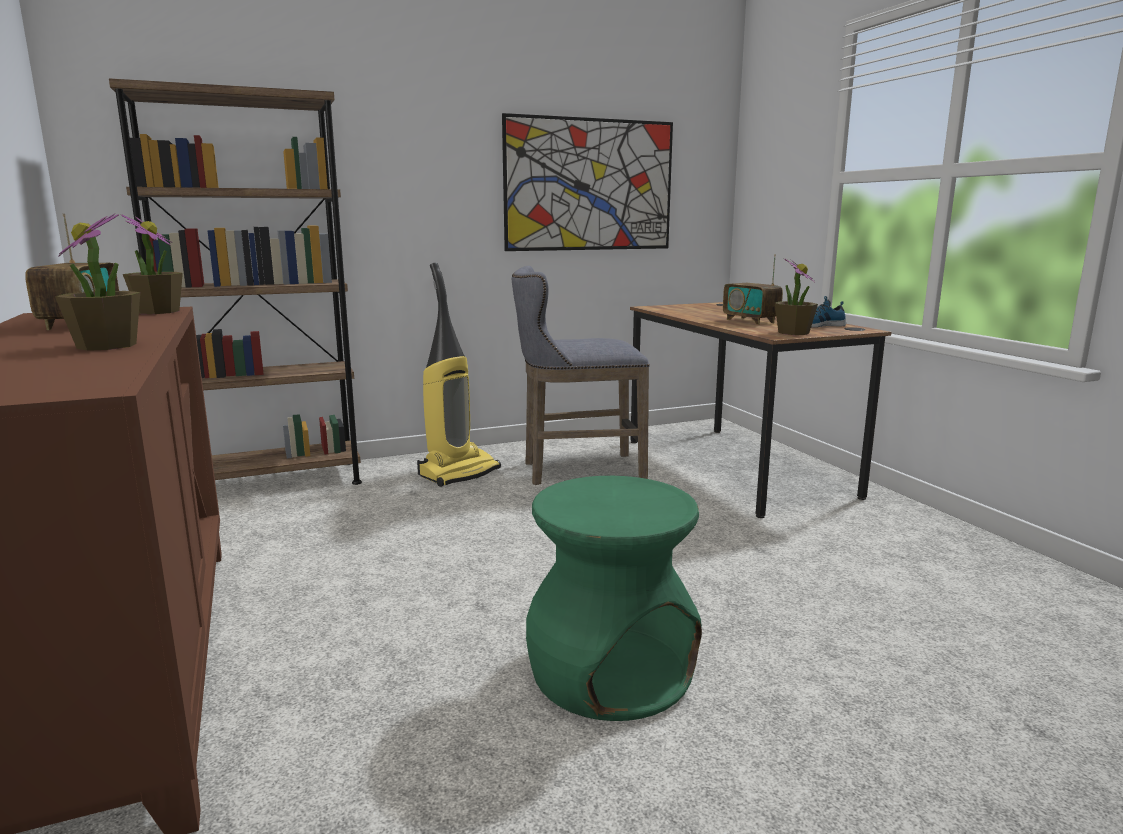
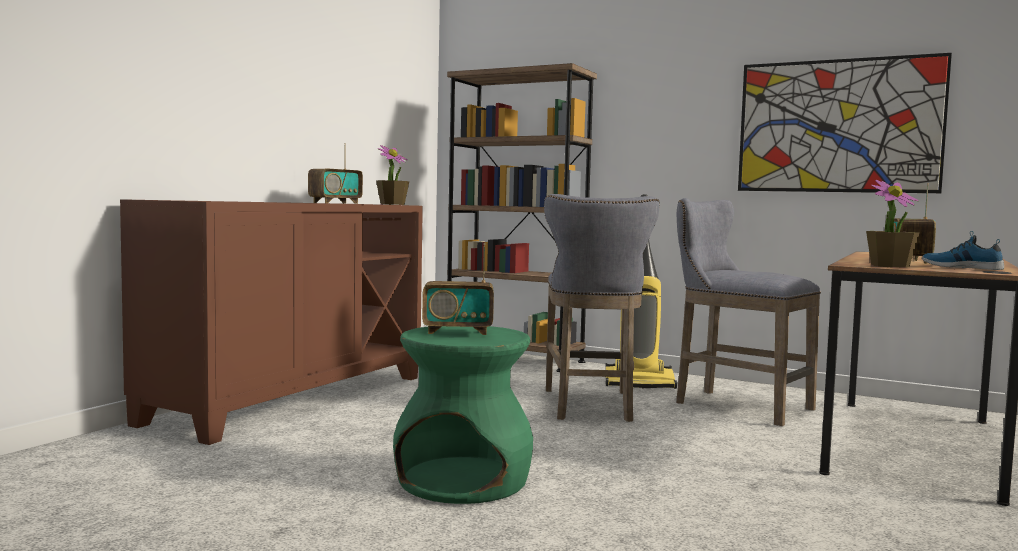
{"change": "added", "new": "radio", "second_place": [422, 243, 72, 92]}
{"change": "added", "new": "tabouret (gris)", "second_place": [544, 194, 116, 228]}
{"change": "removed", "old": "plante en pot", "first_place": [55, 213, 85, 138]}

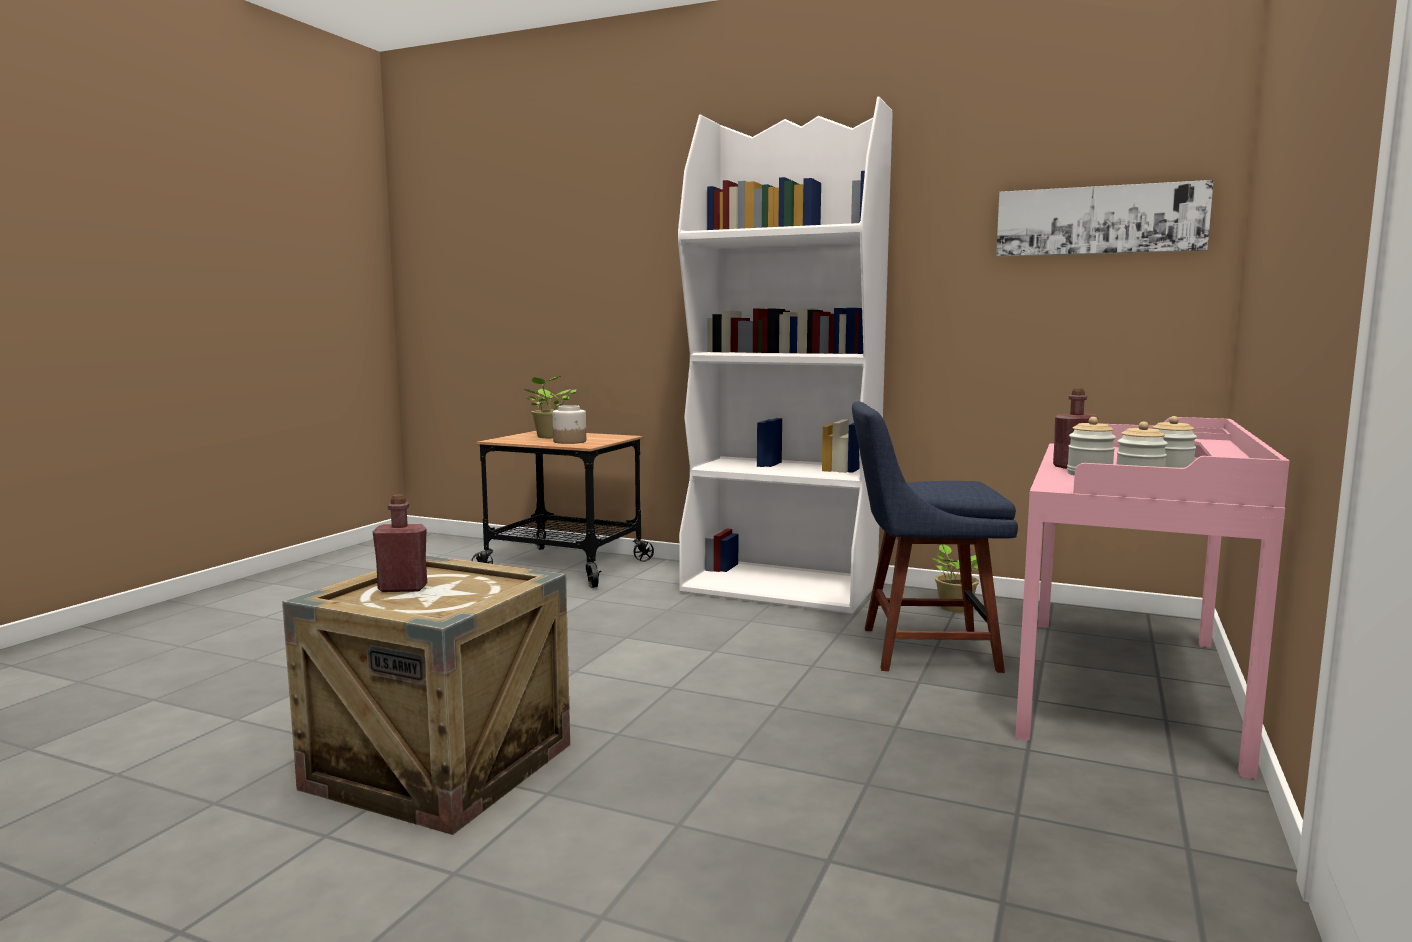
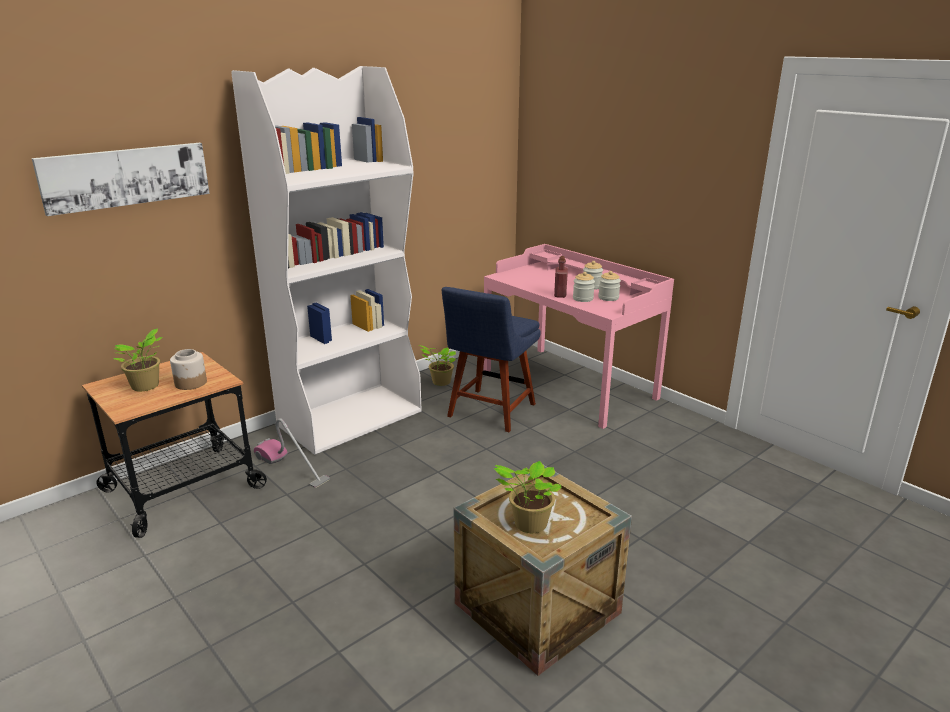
{"change": "moved", "old": "tableau", "first_place": [996, 180, 218, 77], "second_place": [32, 143, 178, 73]}
{"change": "added", "new": "aspirateur", "second_place": [254, 418, 76, 70]}
{"change": "replaced", "old": "bouteille (rouge)", "new": "plante en pot", "first_place": [372, 494, 55, 98], "second_place": [493, 461, 68, 72]}

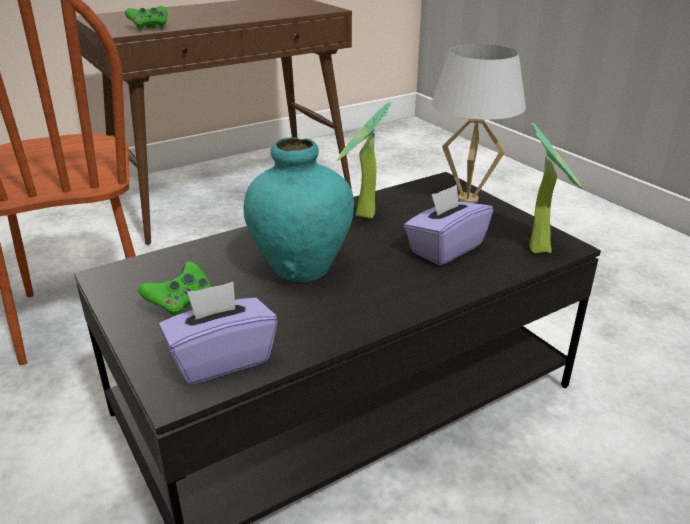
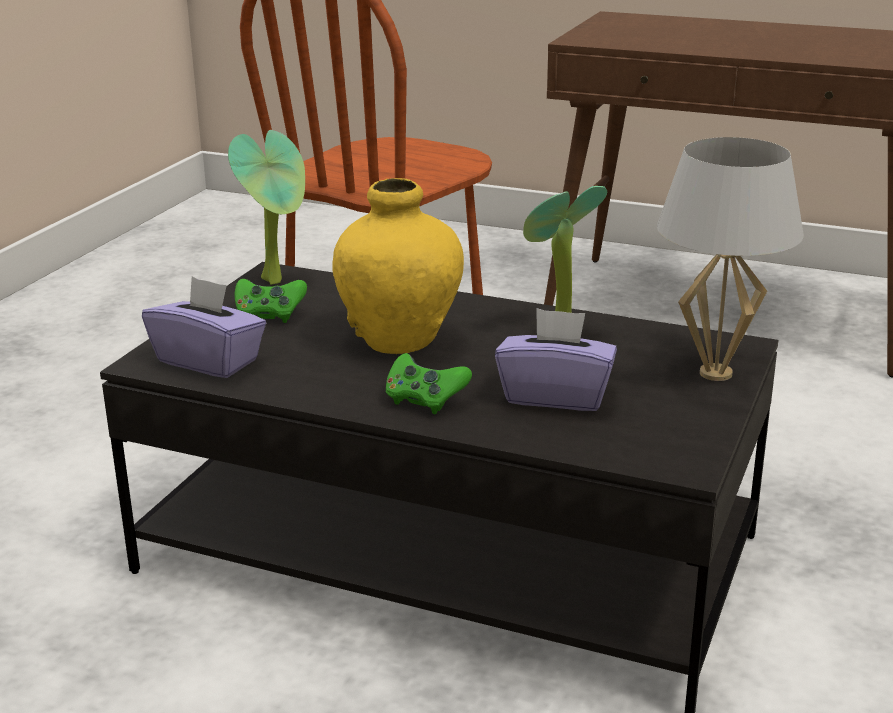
{"change": "moved", "old": "plante en pot", "first_place": [529, 123, 53, 130], "second_place": [228, 130, 77, 155]}
{"change": "recoloured", "old": "vase (turquoise)", "new": "vase (jaune)", "first_place": [244, 137, 110, 146], "second_place": [332, 178, 132, 176]}
{"change": "moved", "old": "manette (vert)", "first_place": [125, 6, 43, 24], "second_place": [386, 353, 86, 61]}

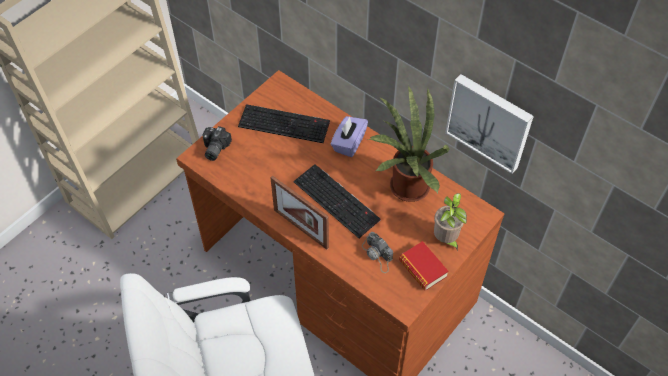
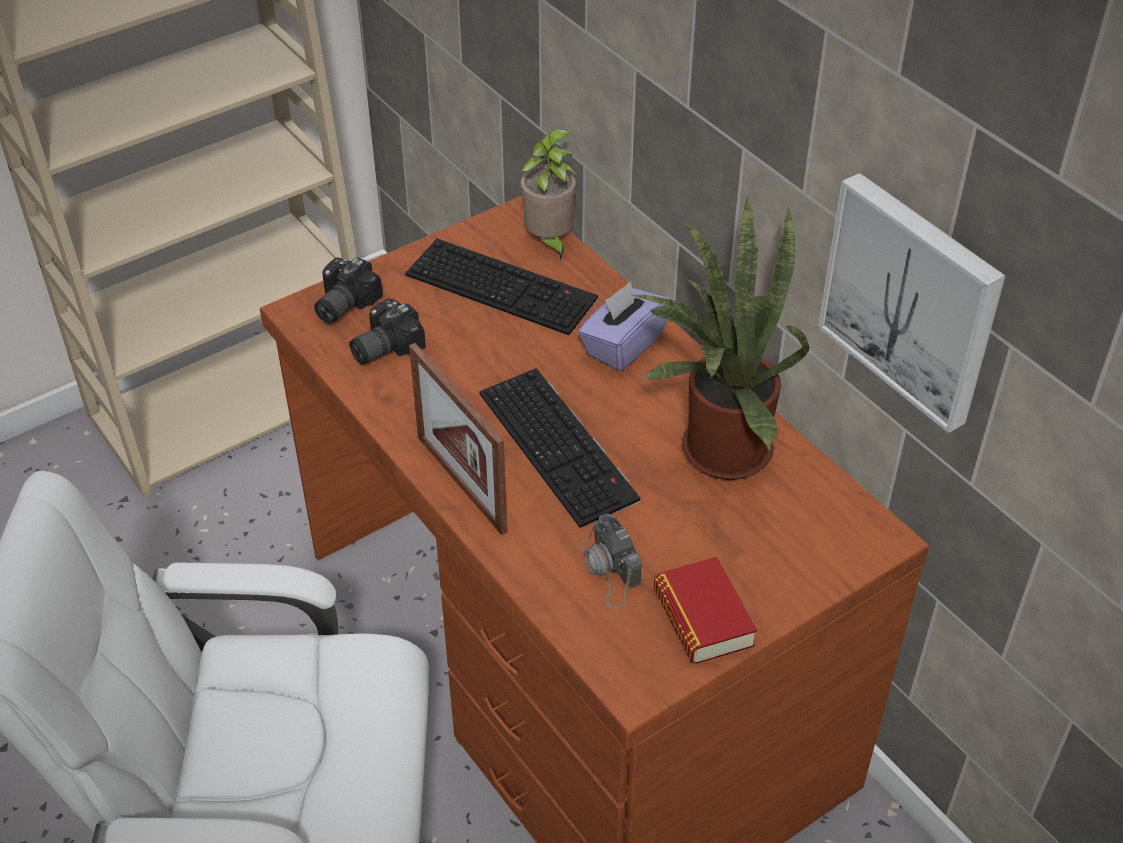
{"change": "added", "new": "appareil photo", "second_place": [349, 299, 77, 65]}
{"change": "moved", "old": "plante en pot", "first_place": [434, 193, 33, 57], "second_place": [520, 129, 58, 131]}

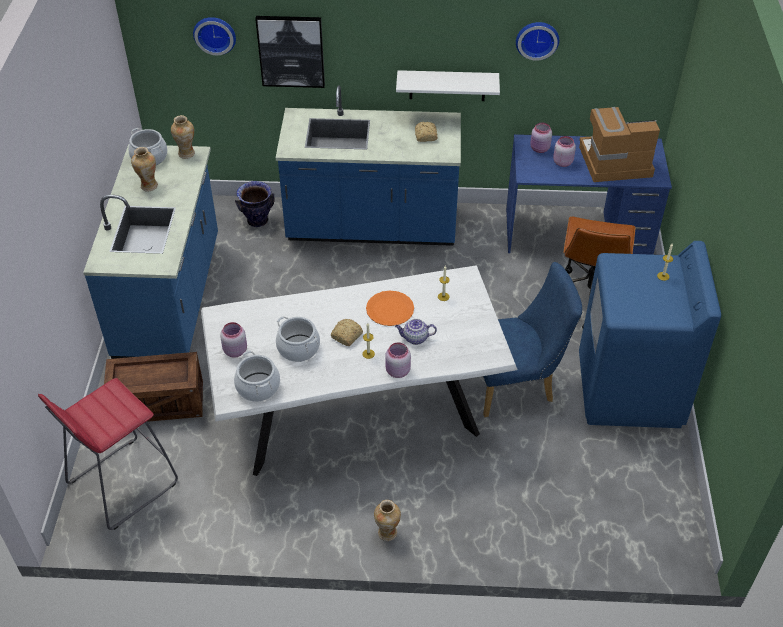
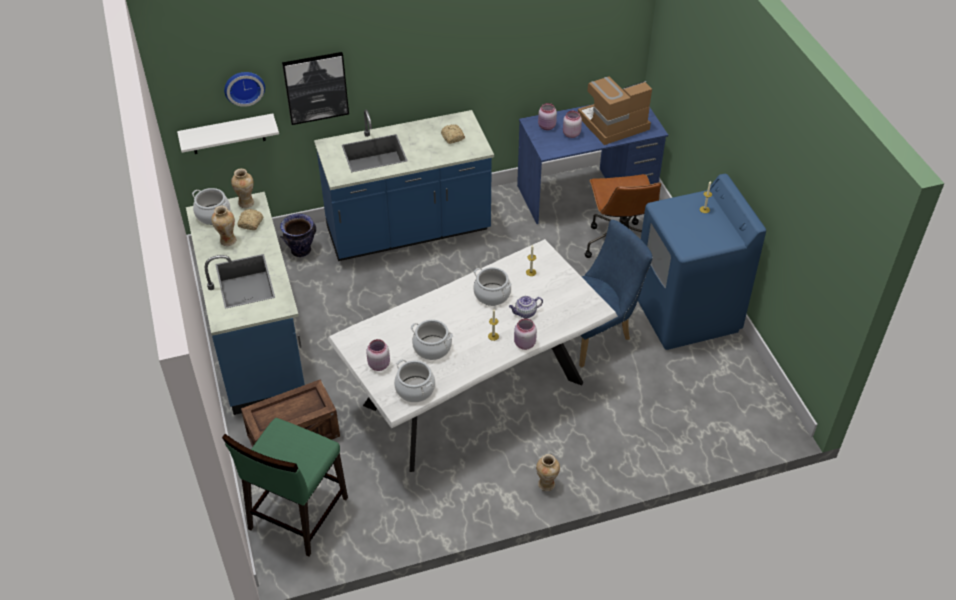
{"change": "moved", "old": "étagère (blanc)", "first_place": [396, 70, 104, 31], "second_place": [177, 113, 102, 41]}
{"change": "replaced", "old": "tabouret (rouge)", "new": "chaise (vert)", "first_place": [38, 378, 140, 152], "second_place": [222, 418, 126, 138]}
{"change": "moved", "old": "pain", "first_place": [331, 319, 32, 27], "second_place": [238, 209, 25, 21]}
{"change": "replaced", "old": "assiette (orange)", "new": "marmite", "first_place": [366, 291, 48, 35], "second_place": [473, 267, 38, 39]}
{"change": "removed", "old": "horloge murale", "first_place": [516, 22, 43, 39]}

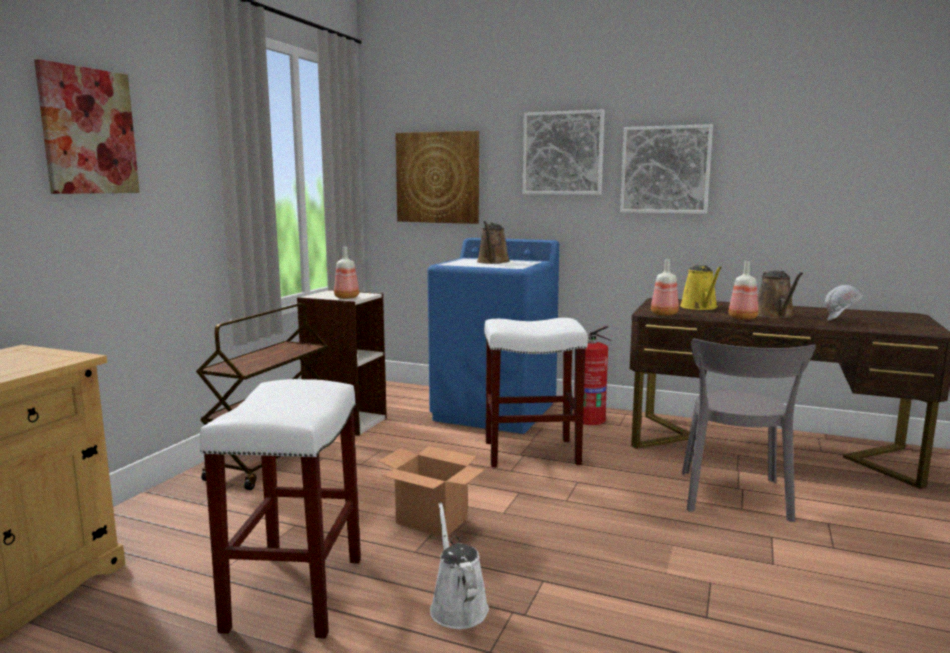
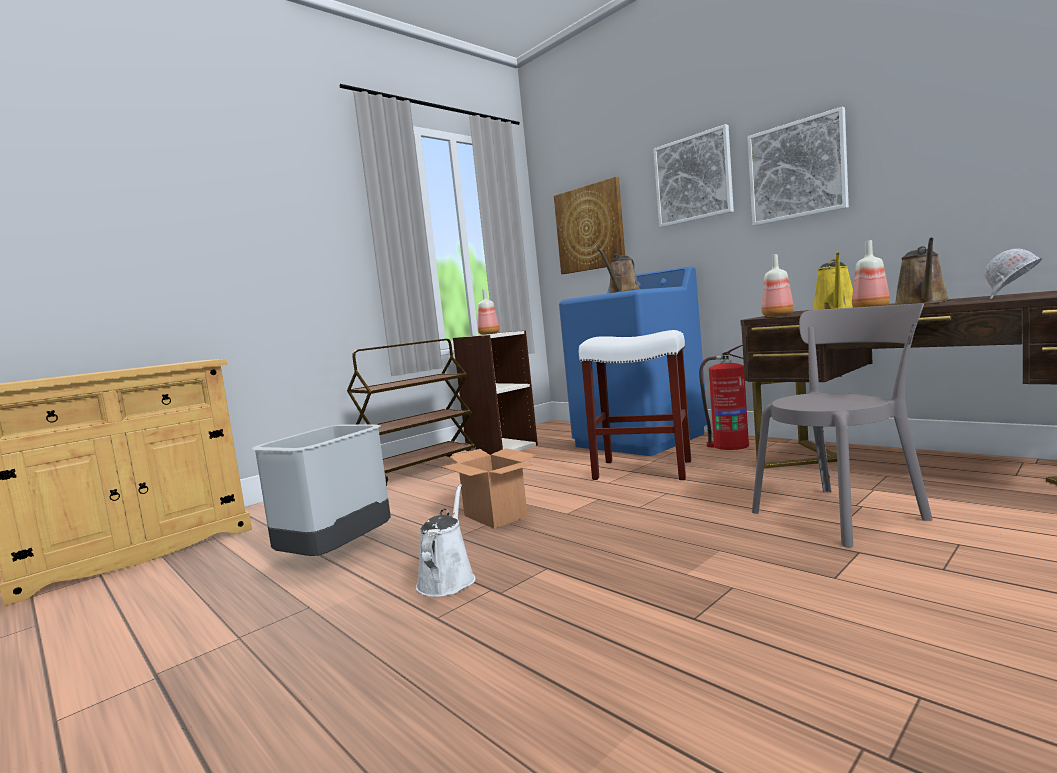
{"change": "replaced", "old": "tabouret (blanc)", "new": "poubelle (gris)", "first_place": [200, 379, 161, 259], "second_place": [251, 424, 140, 132]}
{"change": "turned", "old": "chaise (gris)", "first_place": [682, 339, 134, 183], "second_place": [752, 303, 181, 245], "degrees": -150}
{"change": "removed", "old": "tableau", "first_place": [34, 59, 106, 135]}

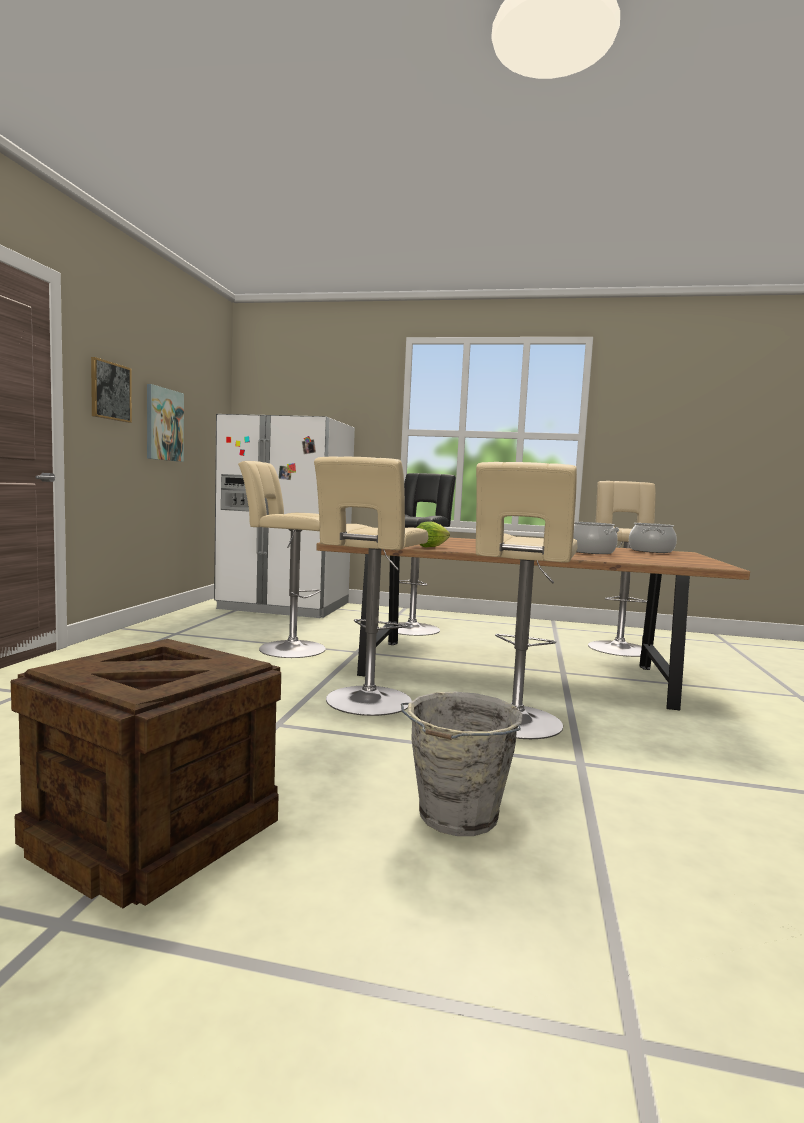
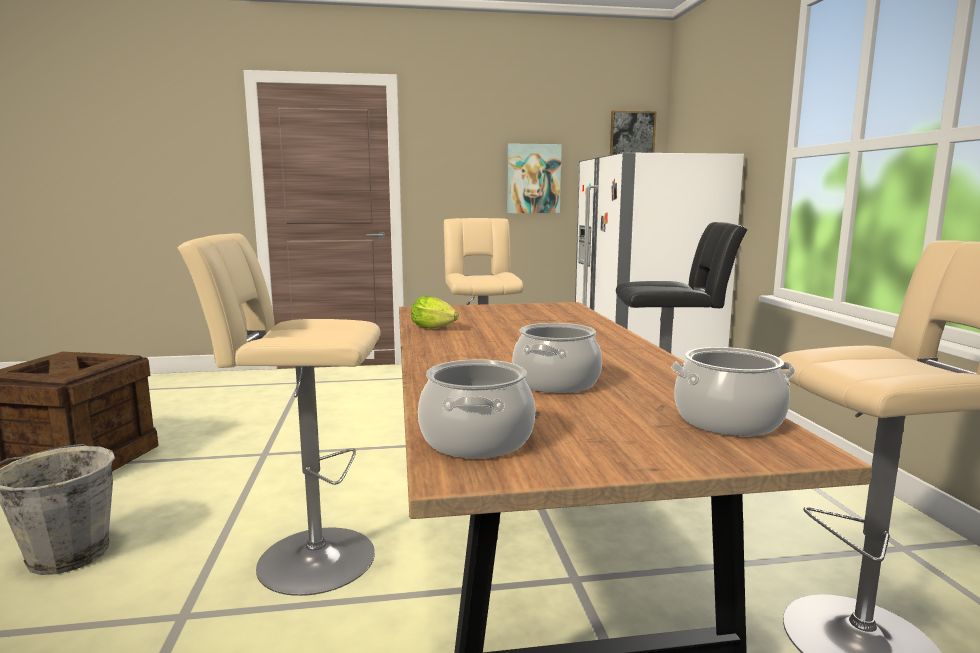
{"change": "added", "new": "marmite", "second_place": [418, 359, 117, 99]}
{"change": "moved", "old": "tableau", "first_place": [91, 357, 41, 66], "second_place": [610, 111, 47, 44]}
{"change": "removed", "old": "tabouret (beige)", "first_place": [314, 456, 114, 260]}

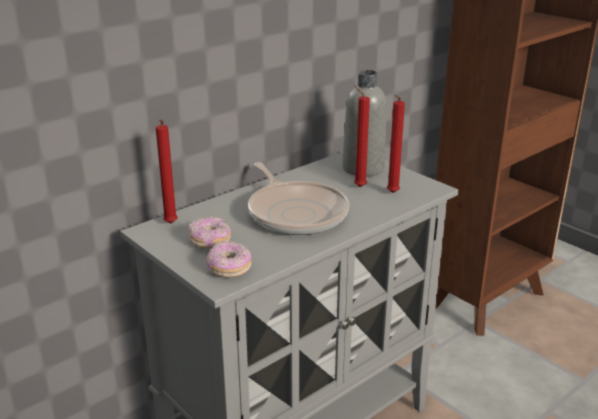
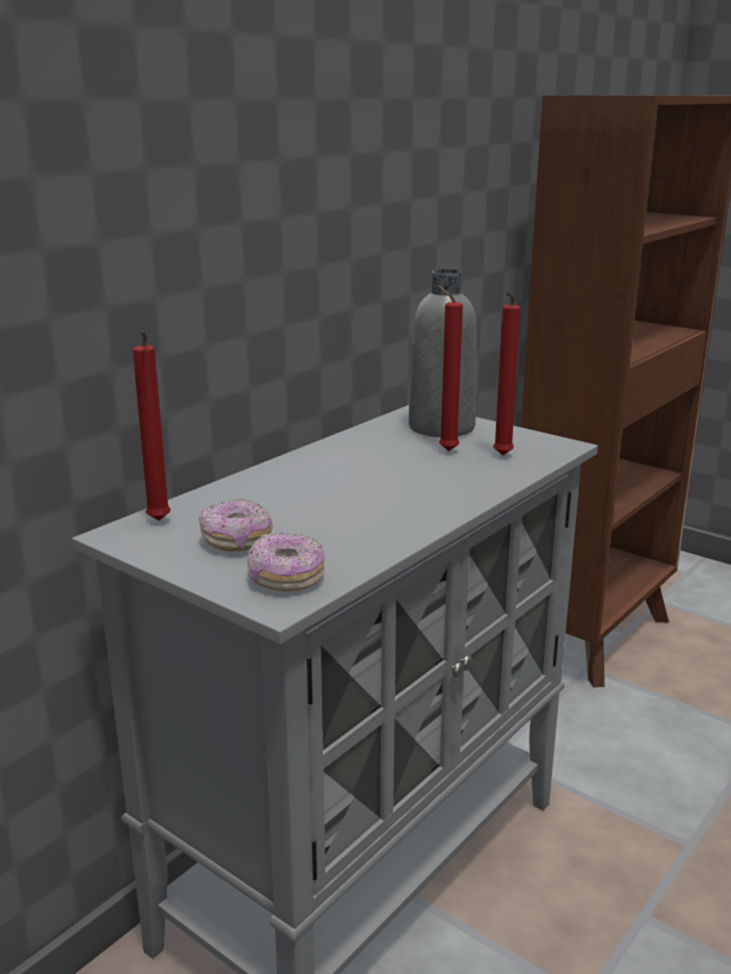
{"change": "removed", "old": "poêle", "first_place": [248, 162, 101, 73]}

